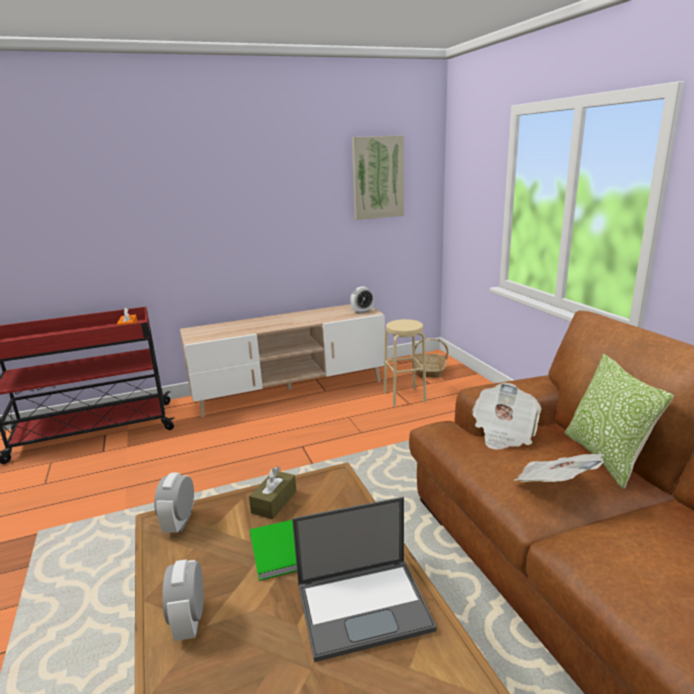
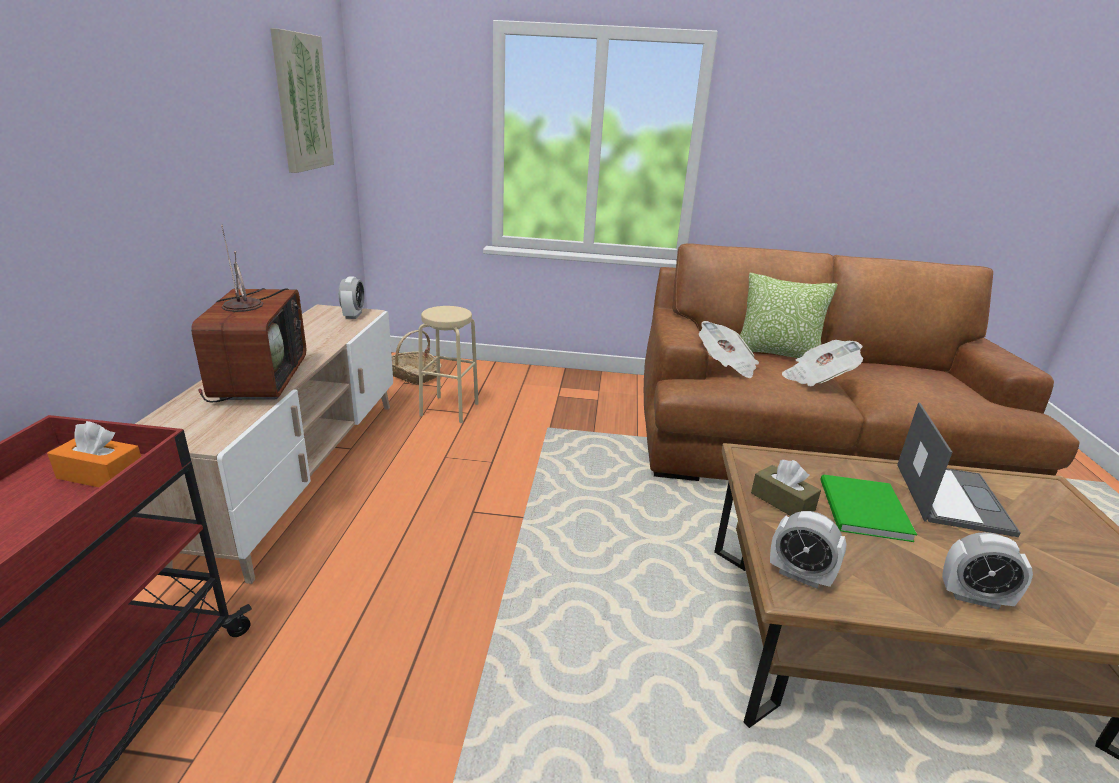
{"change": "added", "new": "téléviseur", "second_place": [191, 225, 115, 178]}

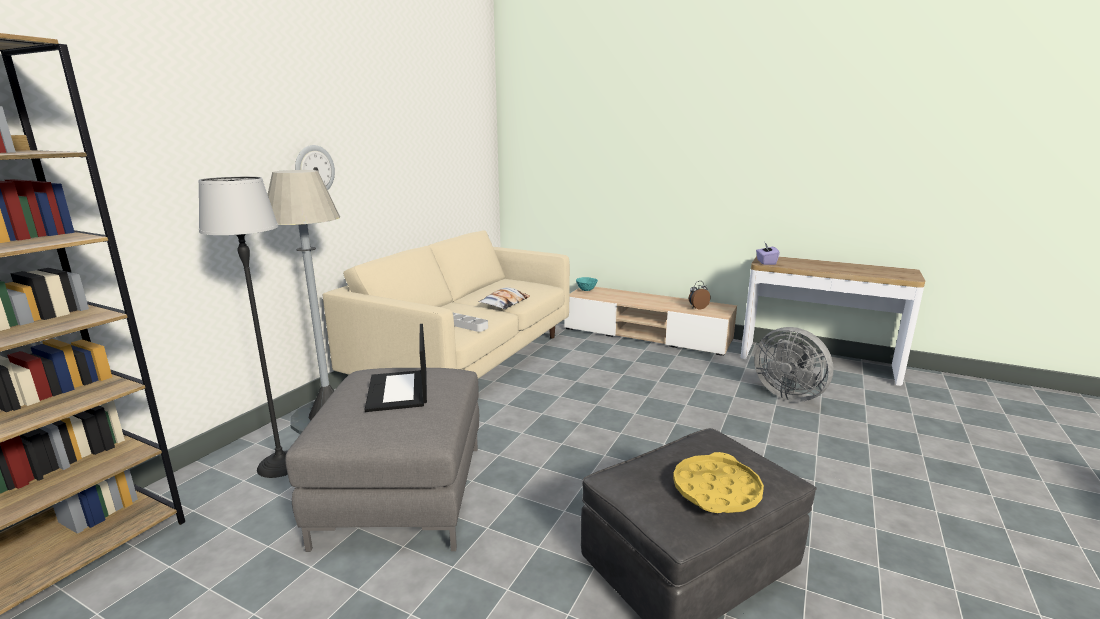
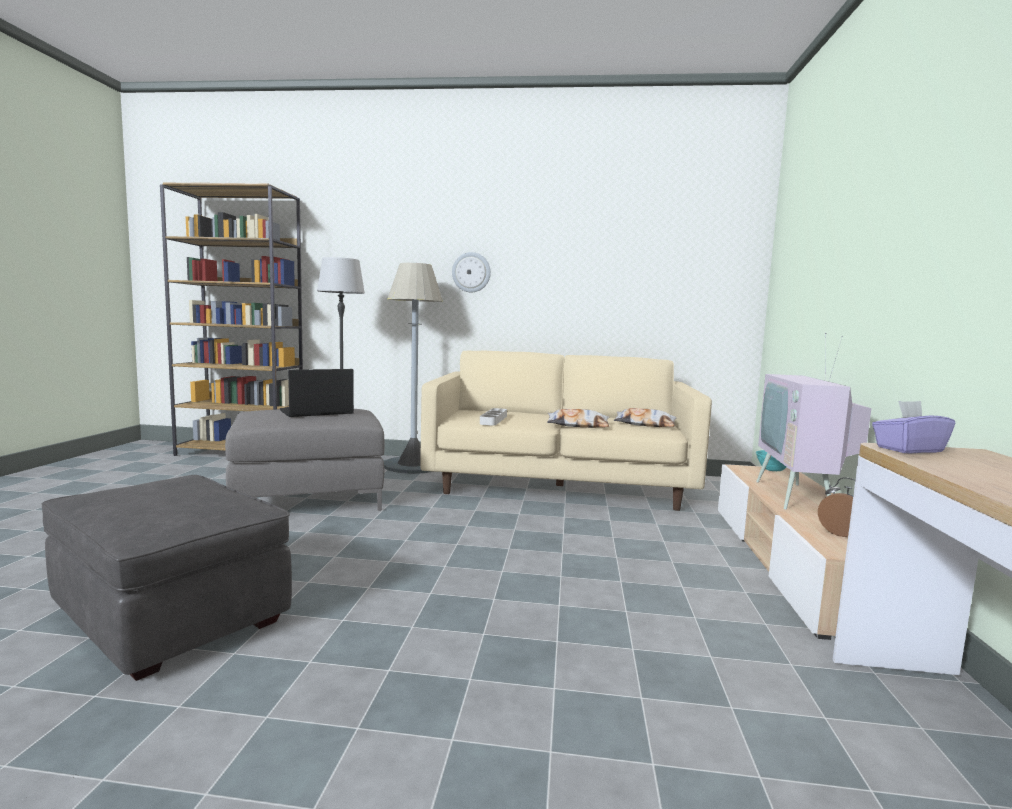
{"change": "added", "new": "coussin", "second_place": [613, 408, 63, 19]}
{"change": "added", "new": "téléviseur", "second_place": [756, 333, 115, 176]}
{"change": "removed", "old": "plateau (jaune)", "first_place": [673, 452, 91, 61]}
{"change": "removed", "old": "ventilateur (gris)", "first_place": [754, 327, 80, 75]}

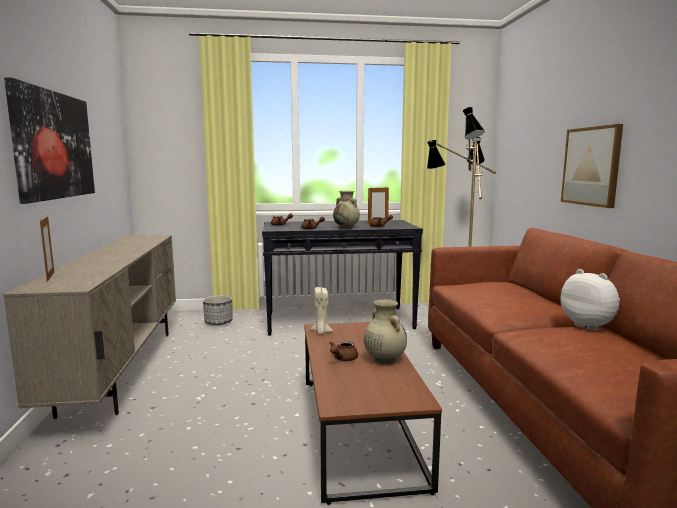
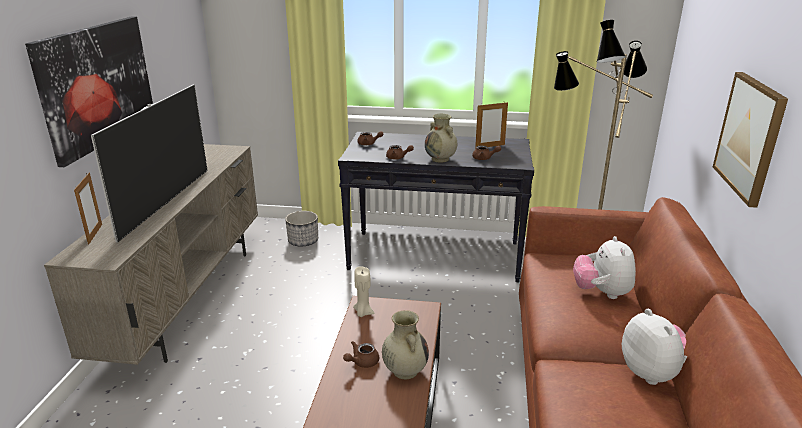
{"change": "added", "new": "téléviseur", "second_place": [91, 85, 117, 158]}
{"change": "added", "new": "peluche", "second_place": [573, 236, 63, 63]}

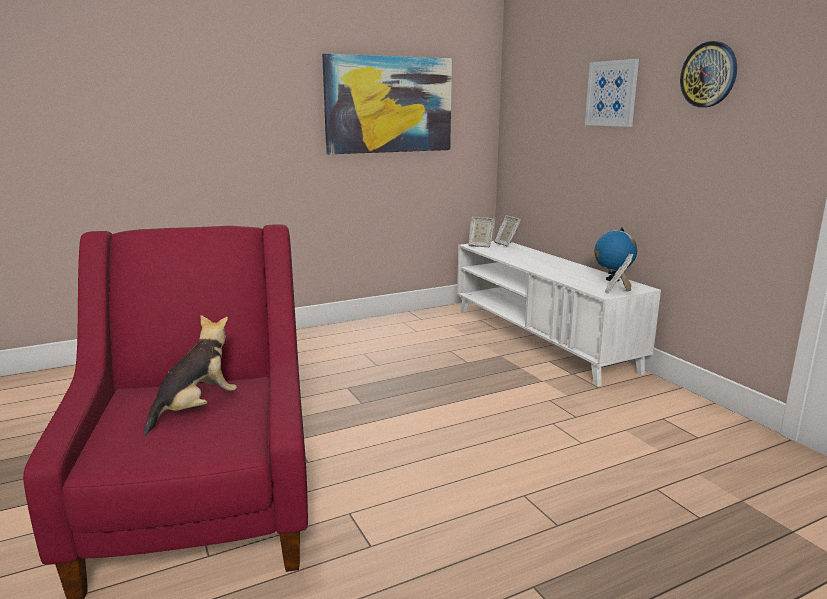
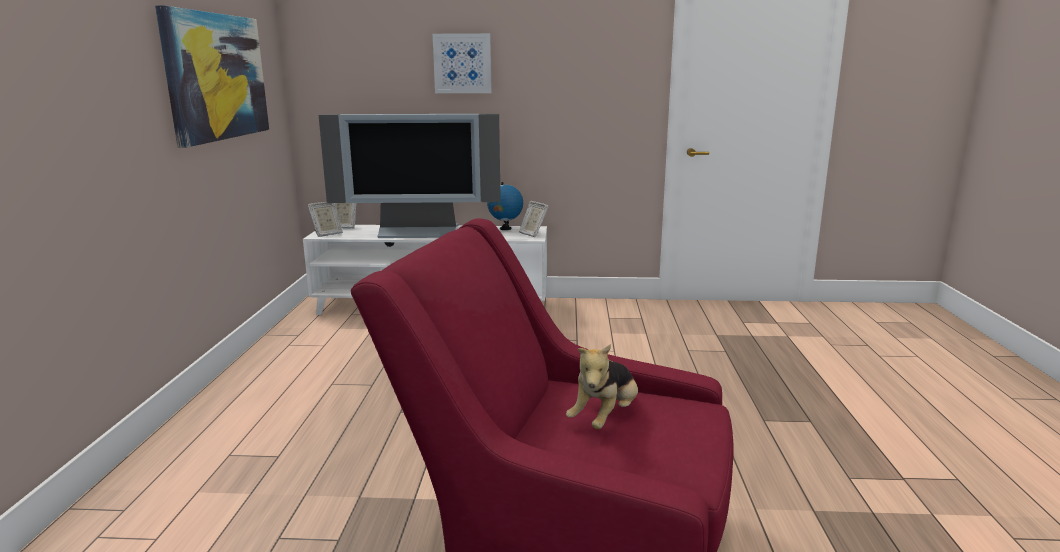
{"change": "added", "new": "téléviseur", "second_place": [319, 114, 182, 124]}
{"change": "turned", "old": "peluche", "first_place": [143, 315, 94, 120], "second_place": [566, 344, 72, 85], "degrees": -120}
{"change": "removed", "old": "horloge murale", "first_place": [680, 41, 57, 66]}

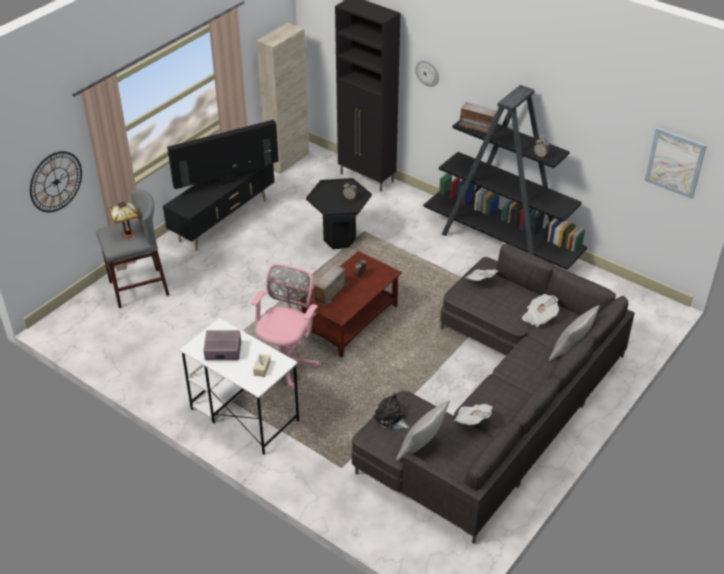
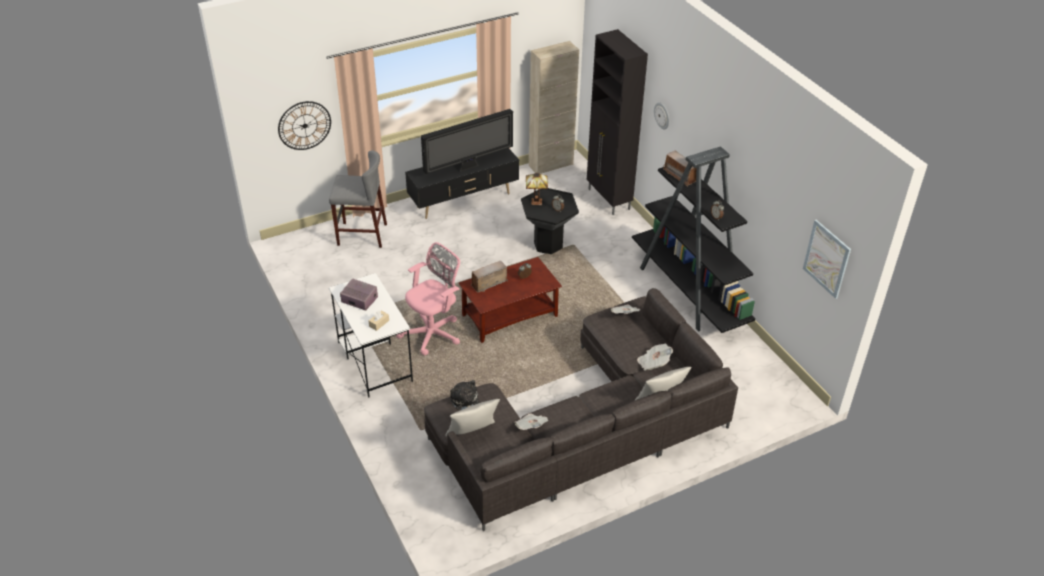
{"change": "turned", "old": "téléviseur", "first_place": [167, 120, 112, 69], "second_place": [421, 109, 92, 65], "degrees": 150}
{"change": "moved", "old": "lampe de table", "first_place": [108, 202, 32, 38], "second_place": [526, 173, 22, 32]}

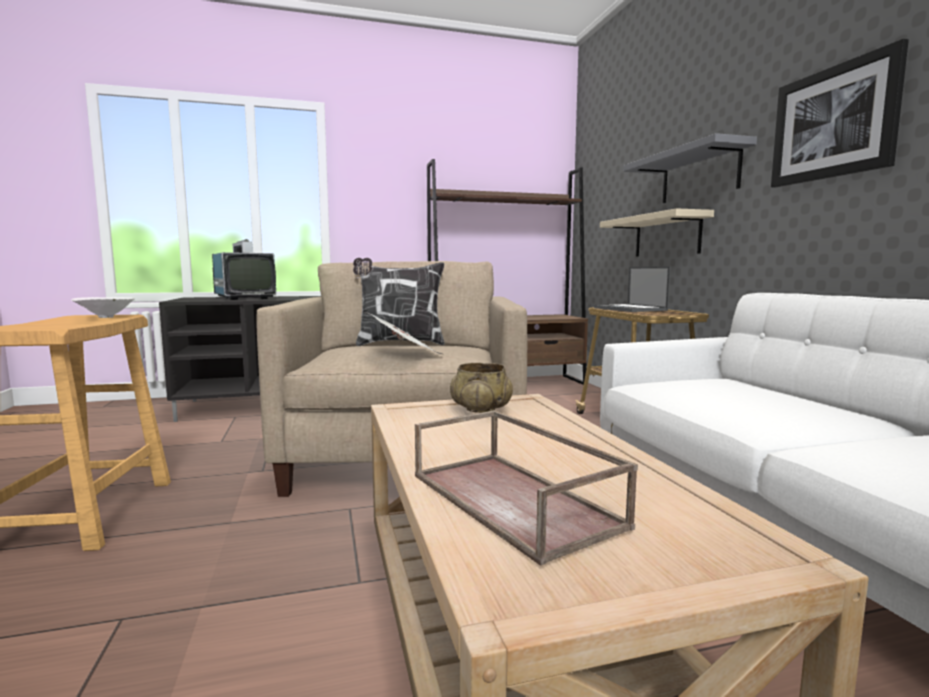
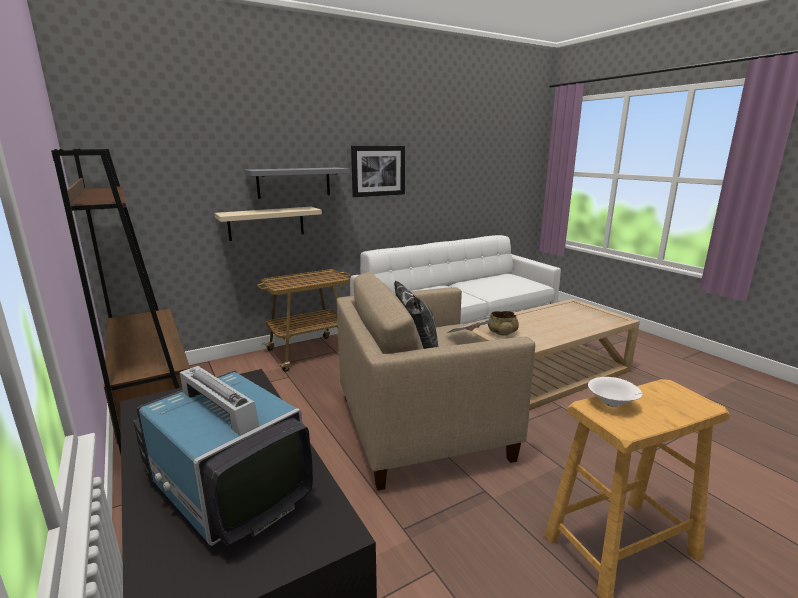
{"change": "turned", "old": "téléviseur", "first_place": [212, 239, 64, 61], "second_place": [133, 366, 180, 180], "degrees": 90}
{"change": "removed", "old": "plateau (marron)", "first_place": [415, 410, 223, 156]}
{"change": "removed", "old": "ordinateur portable", "first_place": [594, 266, 77, 46]}

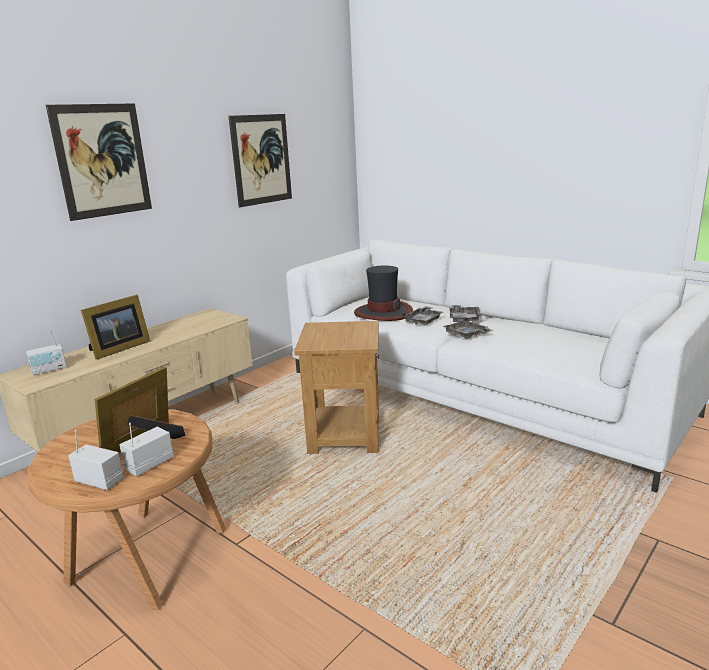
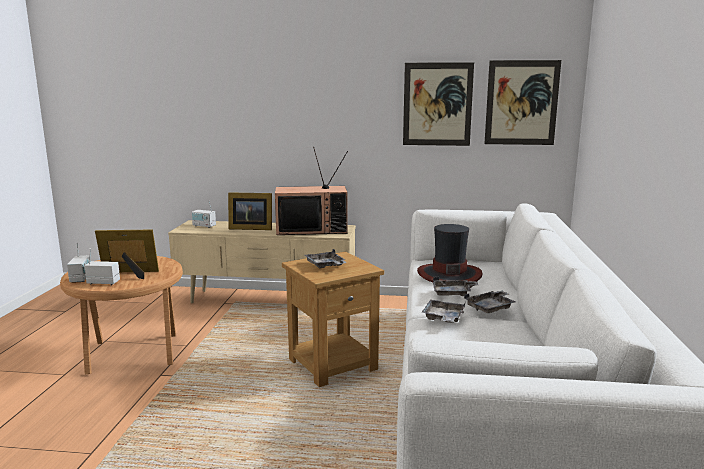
{"change": "added", "new": "téléviseur", "second_place": [275, 147, 73, 88]}
{"change": "added", "new": "plateau (gris)", "second_place": [305, 249, 42, 20]}
{"change": "moved", "old": "tableau", "first_place": [46, 103, 106, 118], "second_place": [485, 60, 76, 85]}

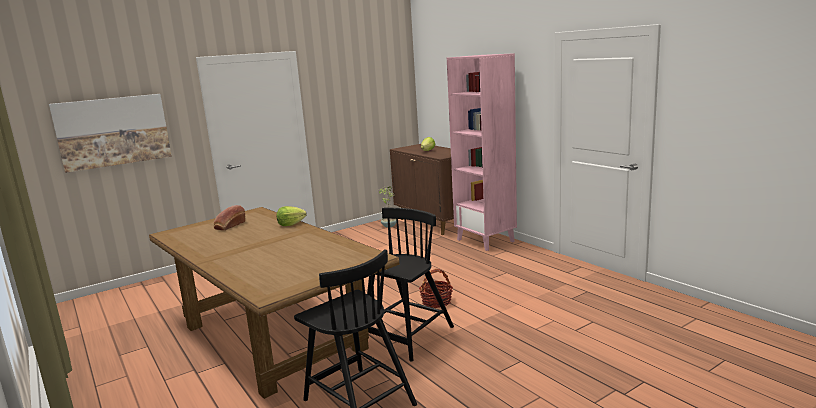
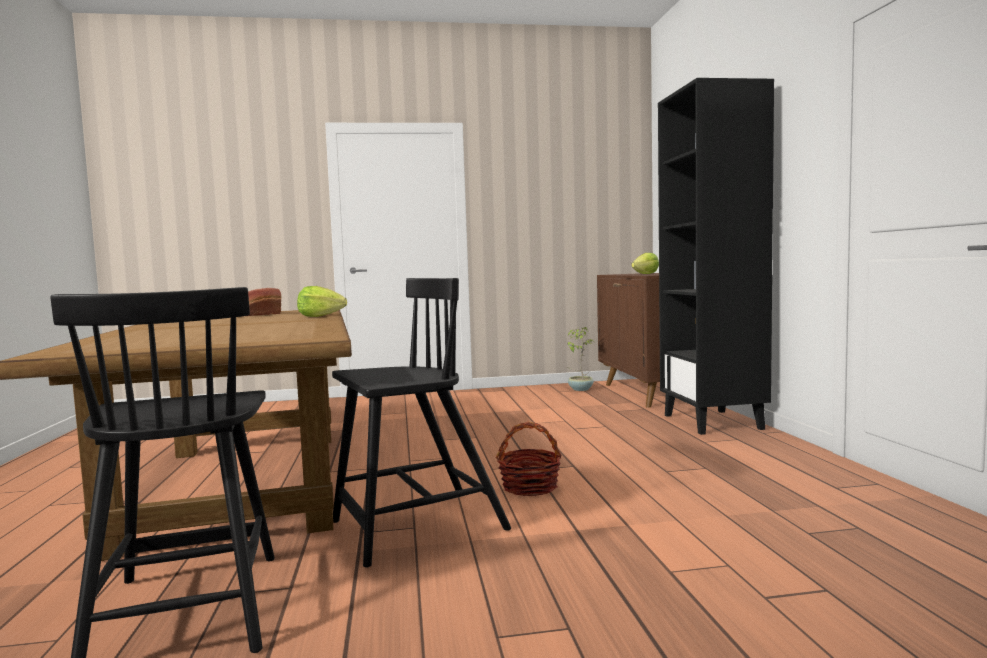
{"change": "recoloured", "old": "bibliothèque (rose)", "new": "bibliothèque (noir)", "first_place": [447, 53, 70, 198], "second_place": [658, 78, 116, 357]}
{"change": "removed", "old": "tableau", "first_place": [49, 94, 123, 79]}

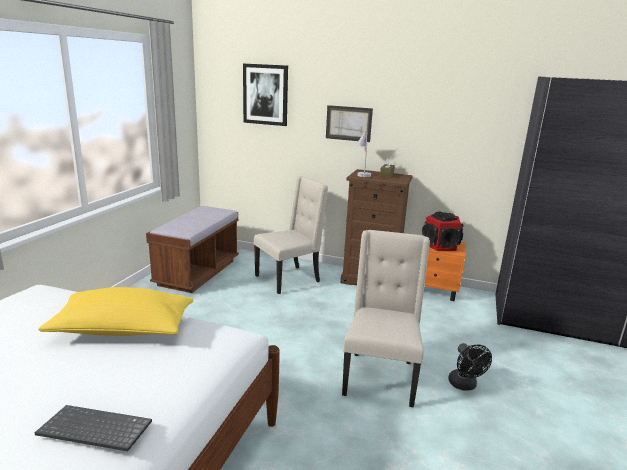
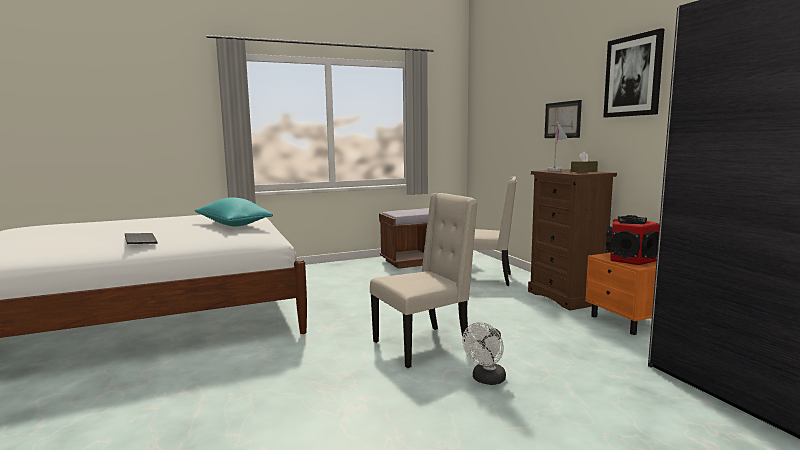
{"change": "recoloured", "old": "coussin (jaune)", "new": "coussin (turquoise)", "first_place": [38, 287, 156, 49], "second_place": [195, 197, 78, 29]}
{"change": "recoloured", "old": "ventilateur (noir)", "new": "ventilateur (blanc)", "first_place": [448, 343, 44, 48], "second_place": [462, 322, 44, 63]}
{"change": "moved", "old": "tableau", "first_place": [243, 64, 45, 62], "second_place": [603, 28, 61, 89]}

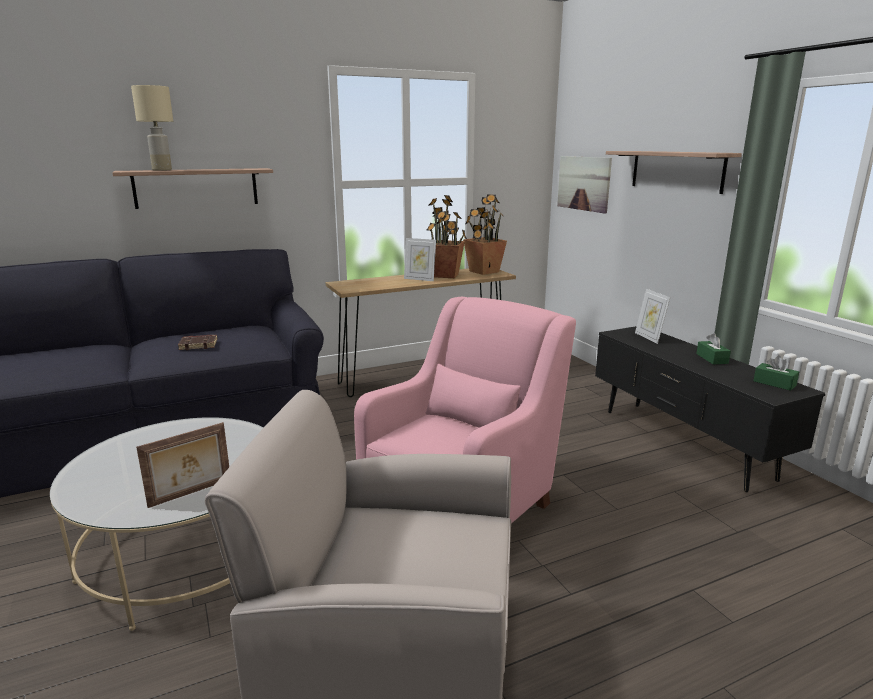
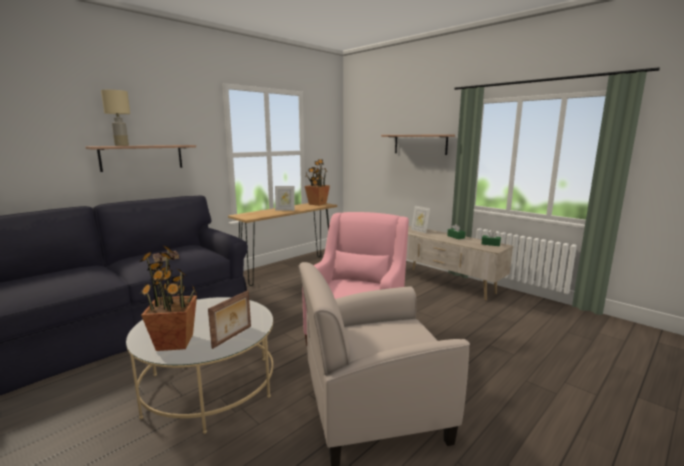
{"change": "moved", "old": "plante en pot", "first_place": [426, 195, 41, 83], "second_place": [140, 245, 57, 106]}
{"change": "recoloured", "old": "meuble télé (noir)", "new": "meuble télé (beige)", "first_place": [595, 326, 230, 166], "second_place": [406, 226, 107, 74]}
{"change": "removed", "old": "tableau", "first_place": [557, 156, 55, 58]}

